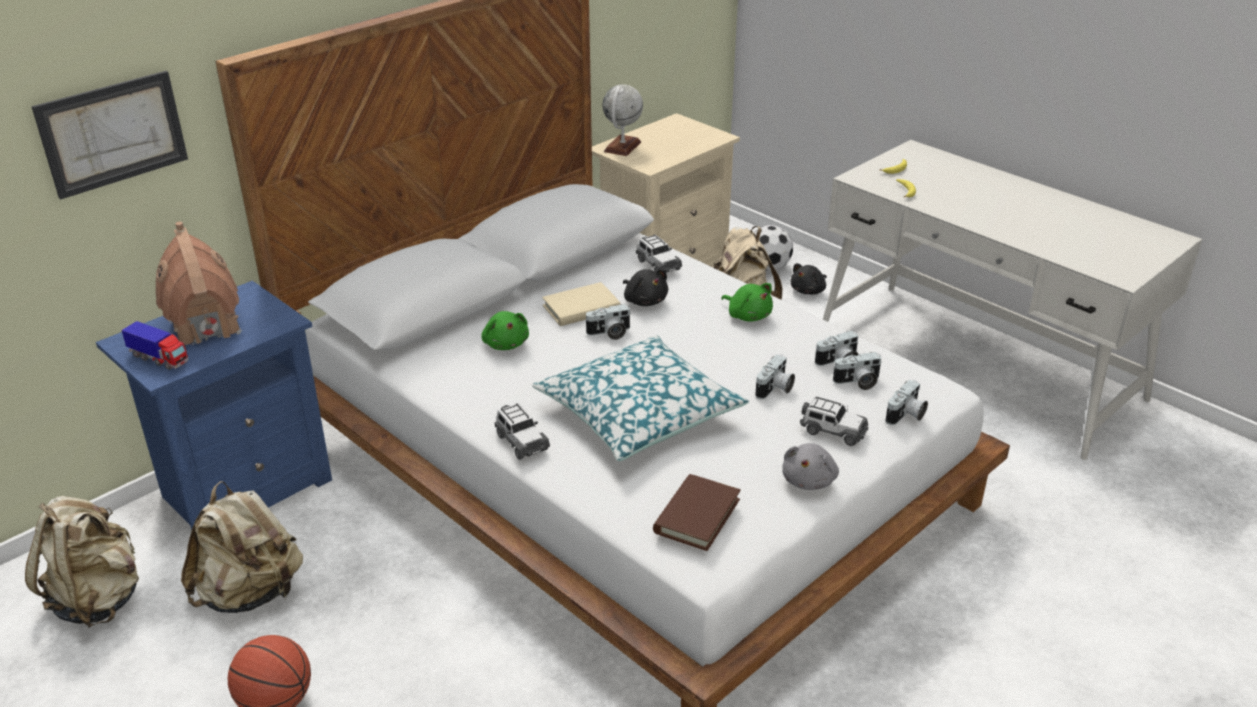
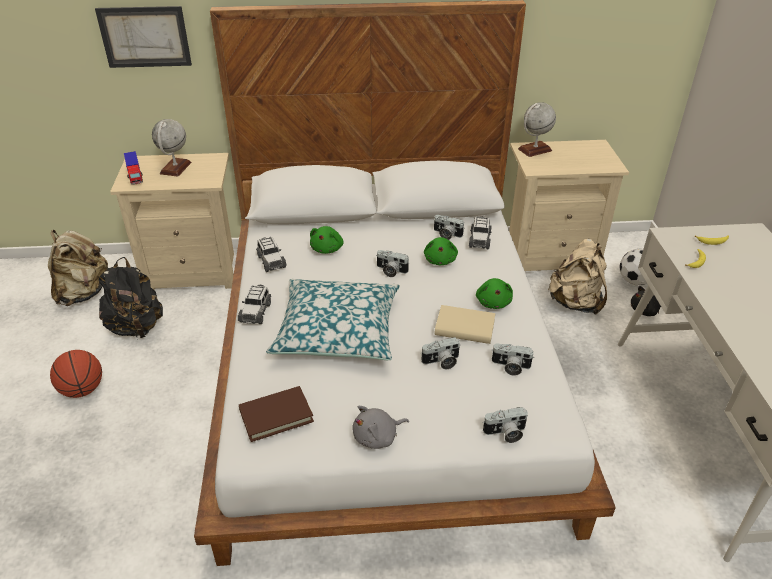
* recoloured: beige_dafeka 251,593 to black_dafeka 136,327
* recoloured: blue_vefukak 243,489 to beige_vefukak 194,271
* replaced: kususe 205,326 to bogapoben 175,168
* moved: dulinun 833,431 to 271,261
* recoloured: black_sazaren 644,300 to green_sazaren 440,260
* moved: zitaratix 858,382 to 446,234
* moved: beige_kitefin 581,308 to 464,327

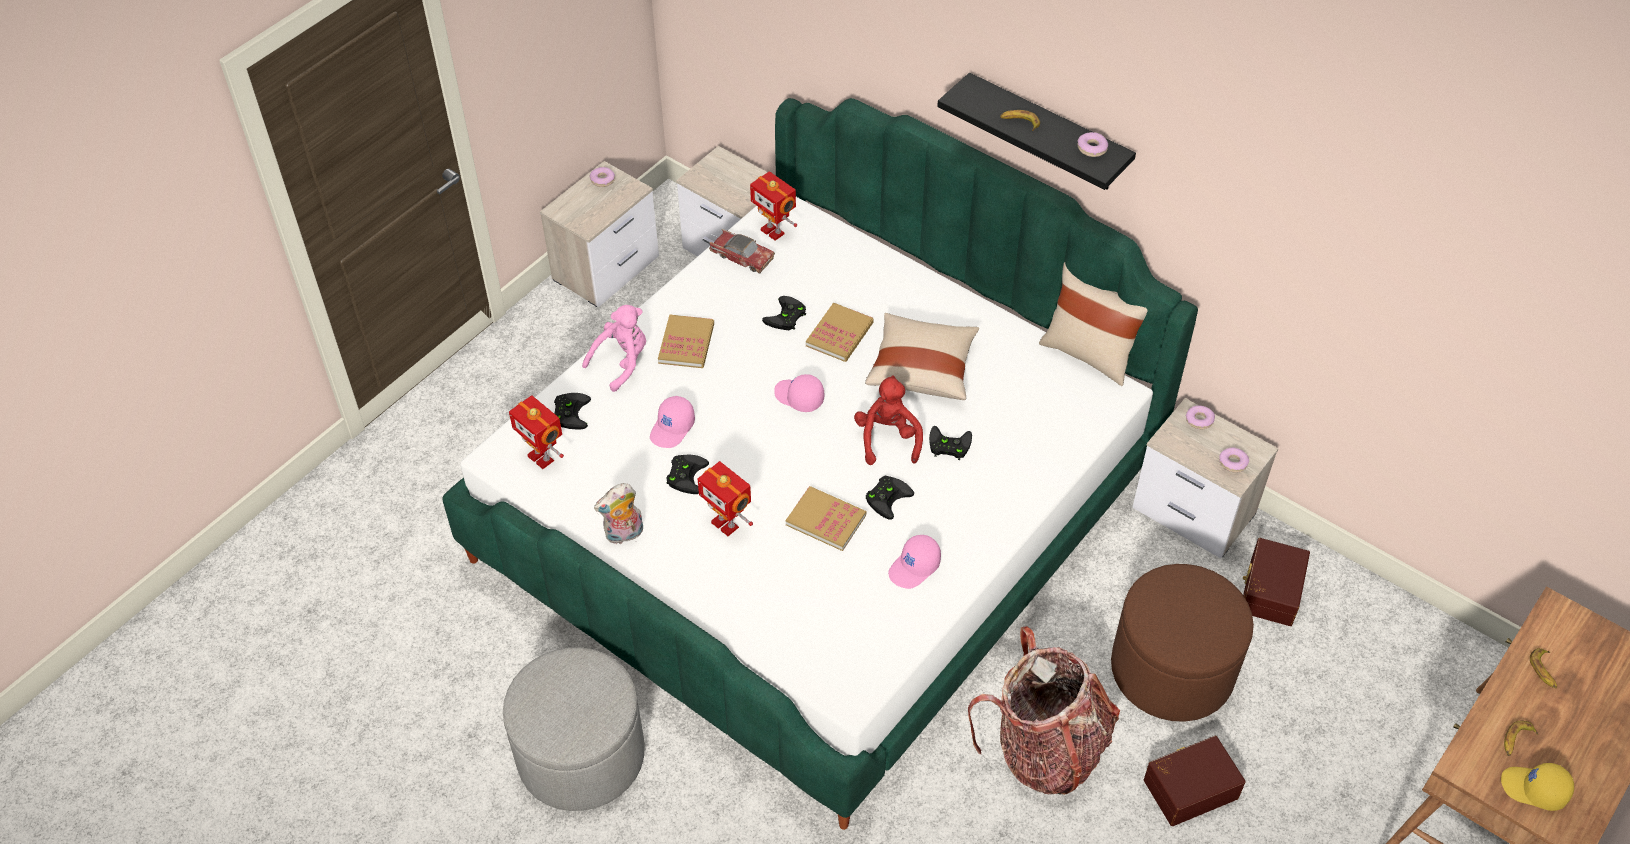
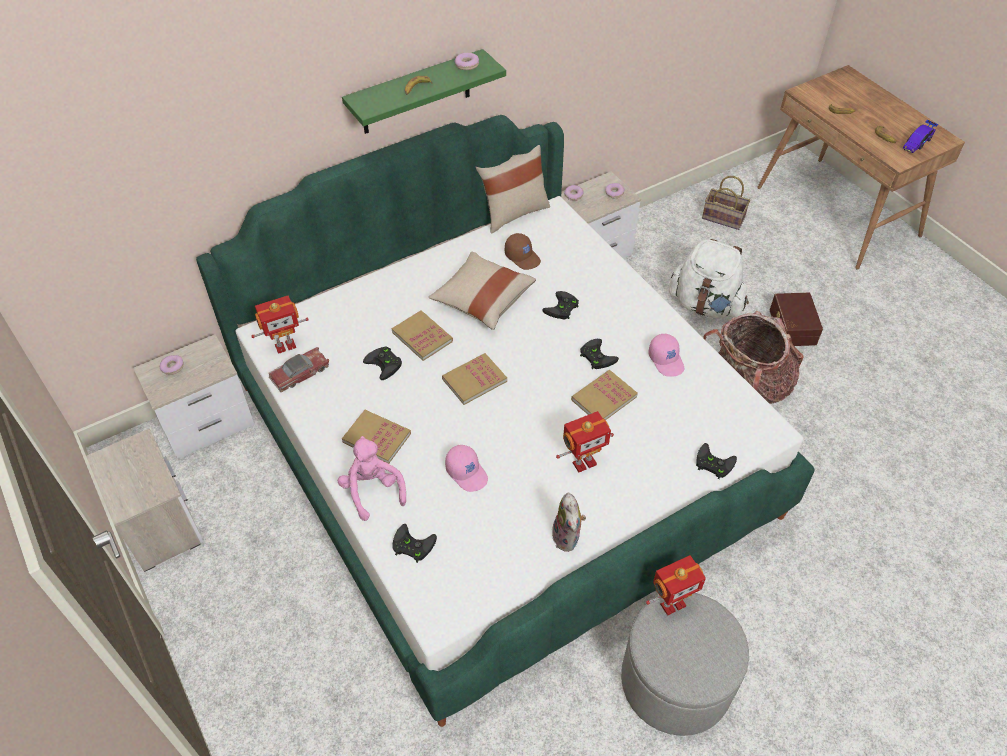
* moved: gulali 602,180 to 172,367
* recoloured: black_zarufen 1047,134 to green_zarufen 416,93
* replaced: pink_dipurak 798,397 to kitefin 474,380
* added: brown_dipurak 523,257
* moved: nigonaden 542,457 to 671,603
* replaced: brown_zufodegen 1172,669 to white_dafeka 705,305
* moved: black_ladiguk 685,474 to 712,463
* added: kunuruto 724,218
* replaced: yellow_dipurak 1534,790 to dulinun 917,142
* removed: red_sazaren 887,438
* removed: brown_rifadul 1269,590

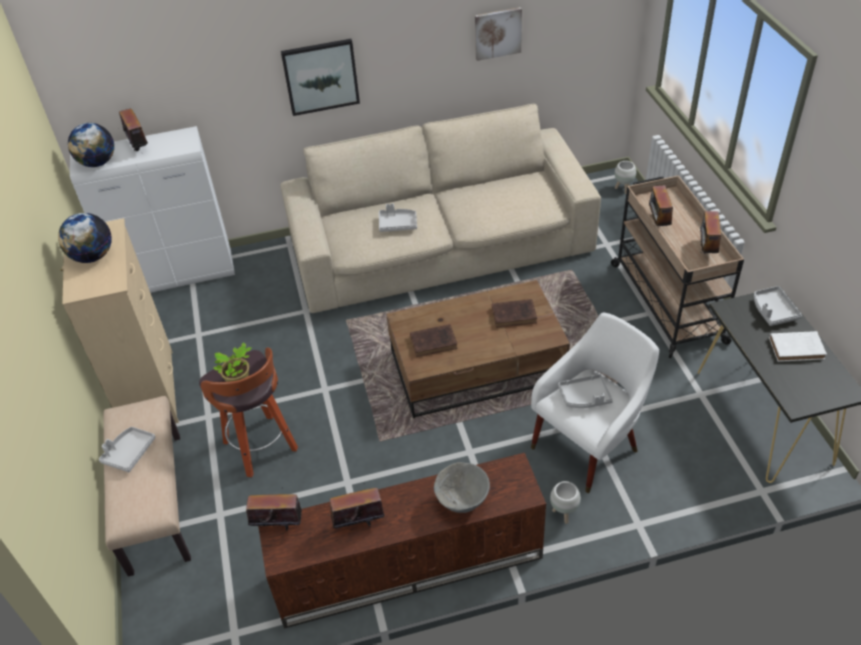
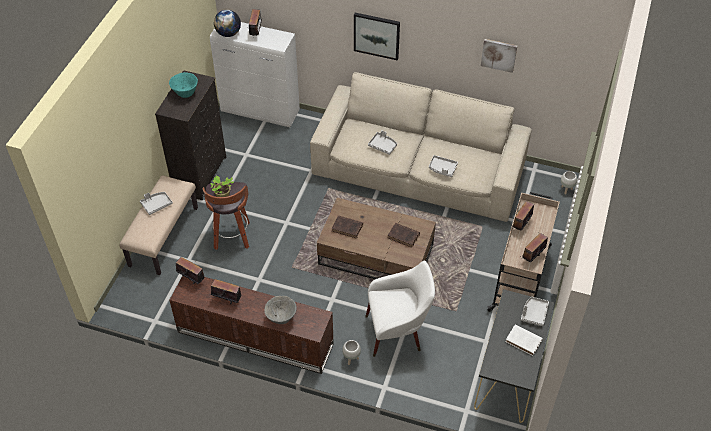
* recoloured: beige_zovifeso 150,390 to black_zovifeso 201,174
* replaced: bogapoben 92,256 to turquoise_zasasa 185,93
* moved: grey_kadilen 585,397 to 442,169

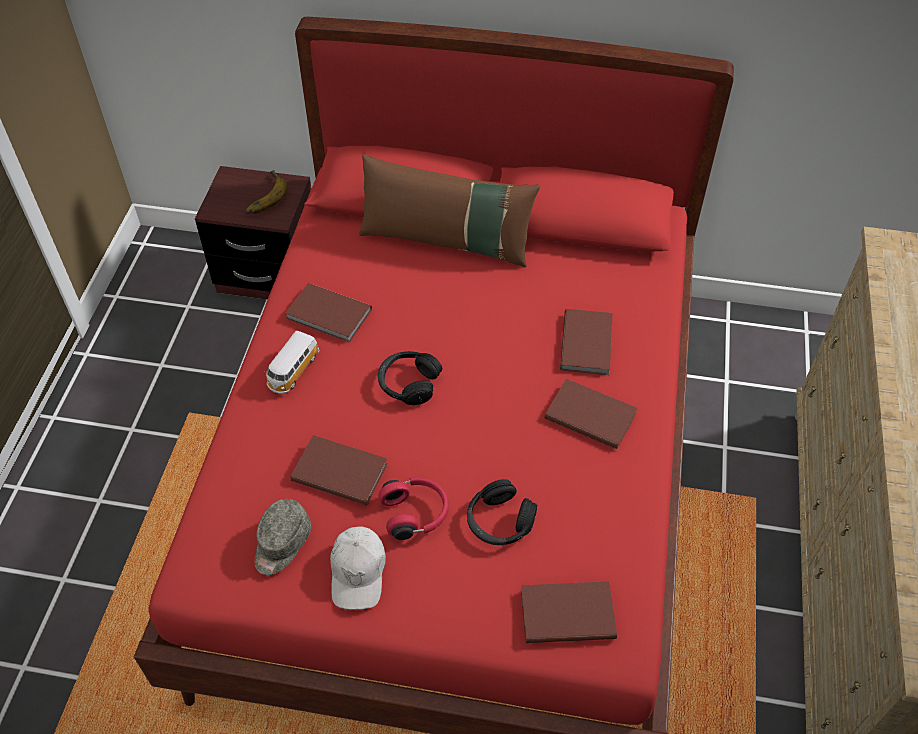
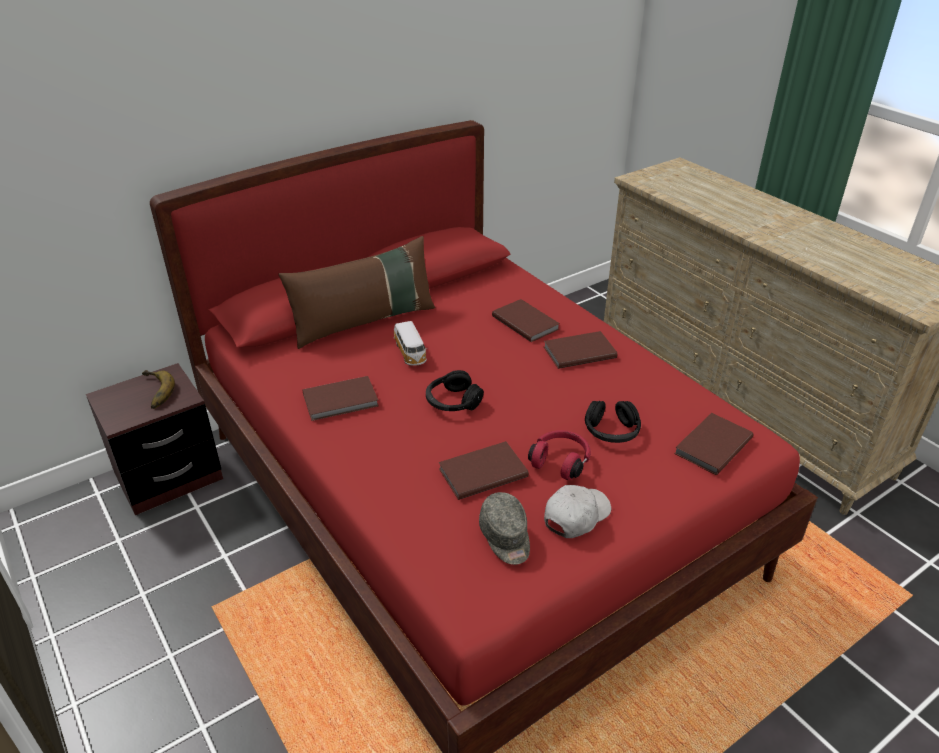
* moved: dulinun 293,371 to 410,353
* turned: white_dipurak 358,572 = 576,516 90 degrees counterclockwise

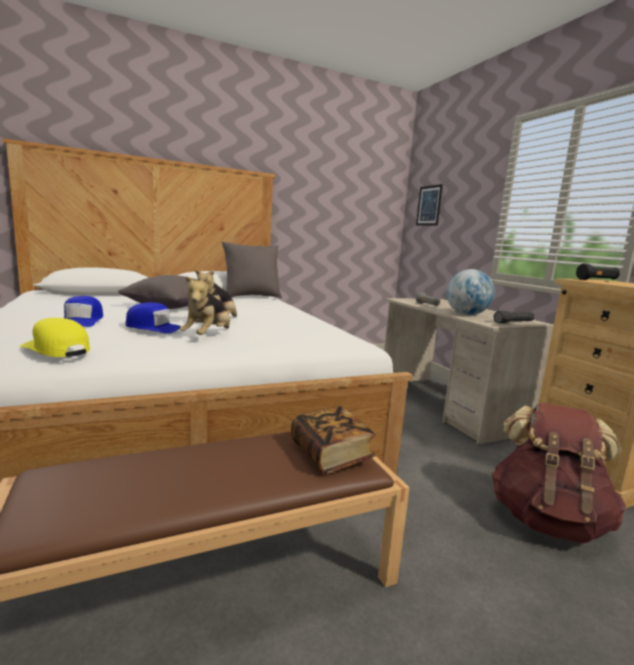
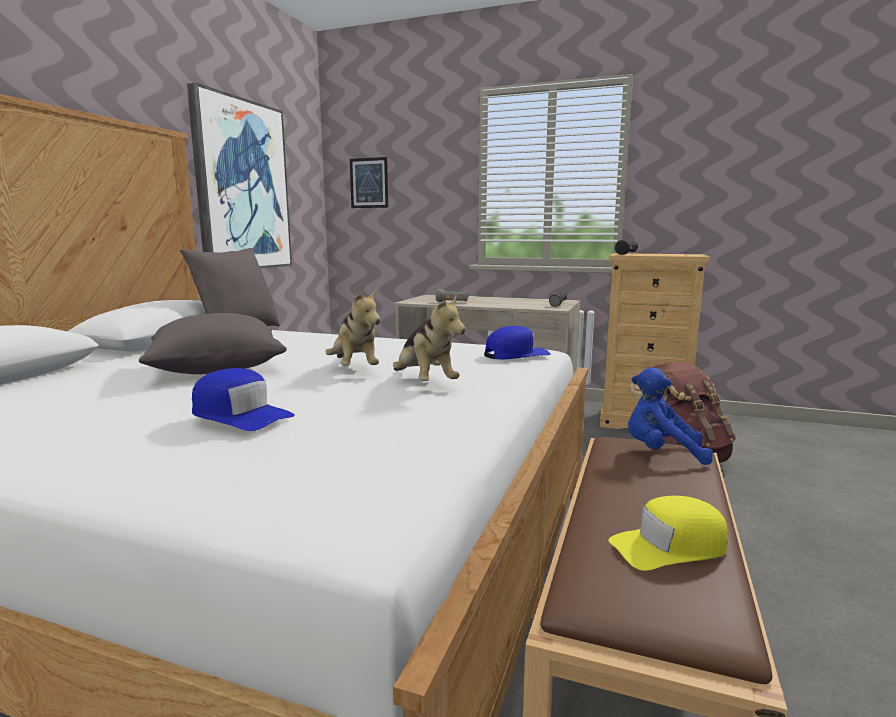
* added: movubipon 242,186
* moved: blue_dipurak 154,327 to 516,355
* moved: yellow_dipurak 56,349 to 669,547
* replaced: kitefin 330,454 to blue_sazaren 661,453
* removed: bogapoben 466,314

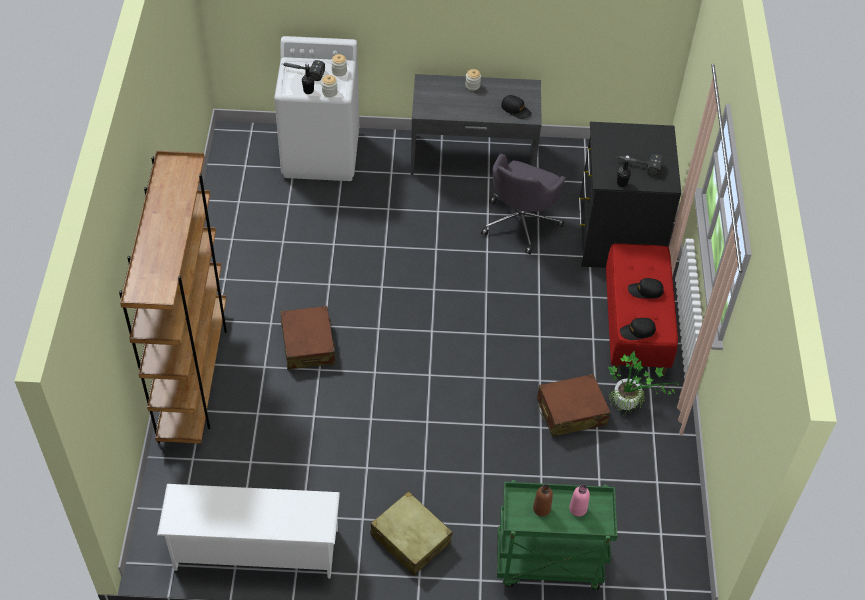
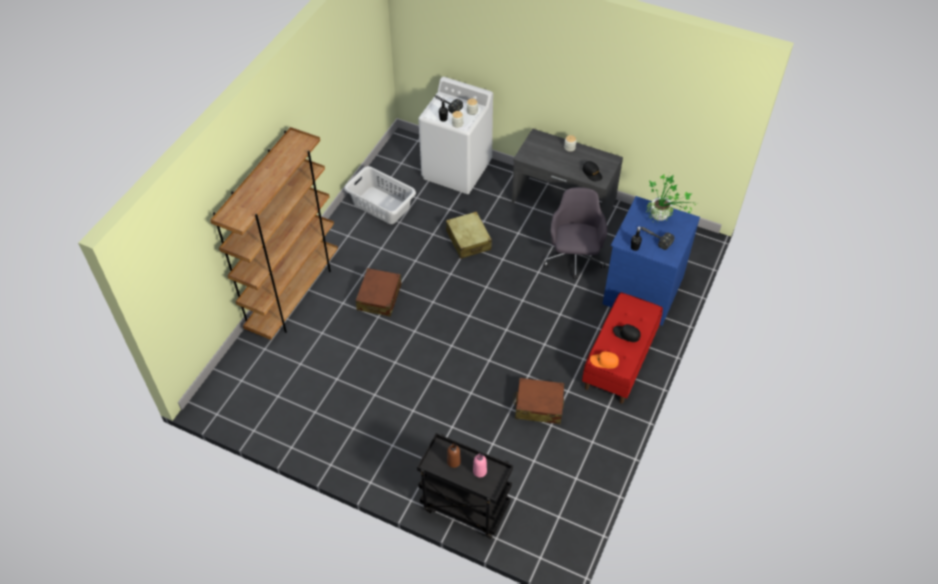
* added: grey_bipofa 381,206
* recoloured: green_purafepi 547,564 to black_purafepi 464,507
* moved: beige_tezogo 410,539 to 468,240
* turned: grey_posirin 521,222 = 574,258 135 degrees clockwise
* recoloured: black_dipurak 637,331 to orange_dipurak 604,361
* recoloured: black_zovifeso 617,235 to blue_zovifeso 642,289
* moved: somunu 630,403 to 663,218
* removed: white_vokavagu 255,550

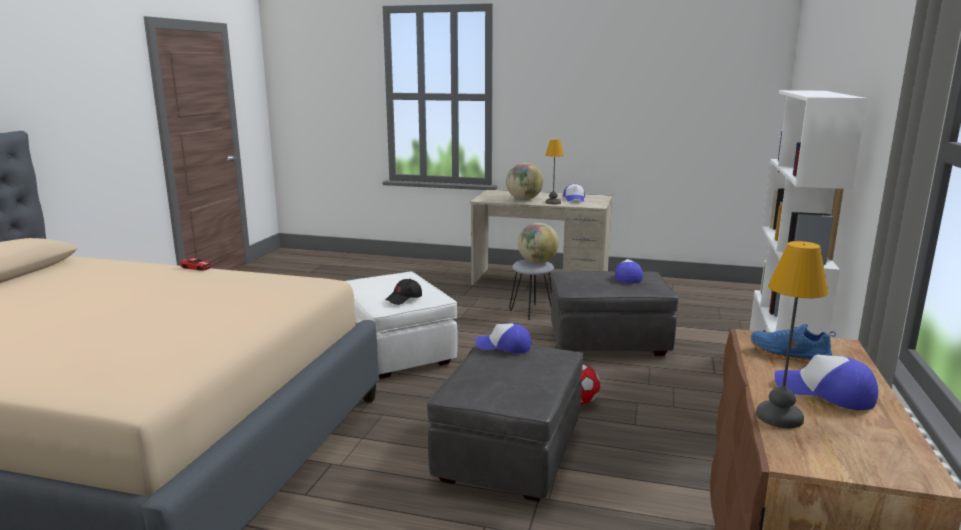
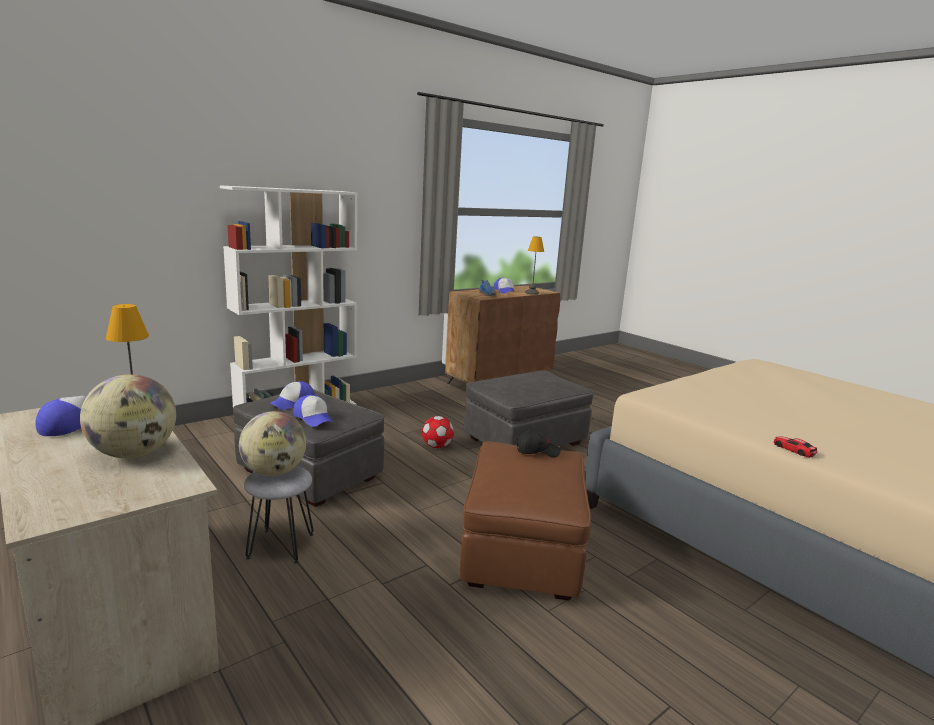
* moved: dipurak 504,346 to 313,418
* recoloured: white_zufodegen 397,352 to brown_zufodegen 521,552

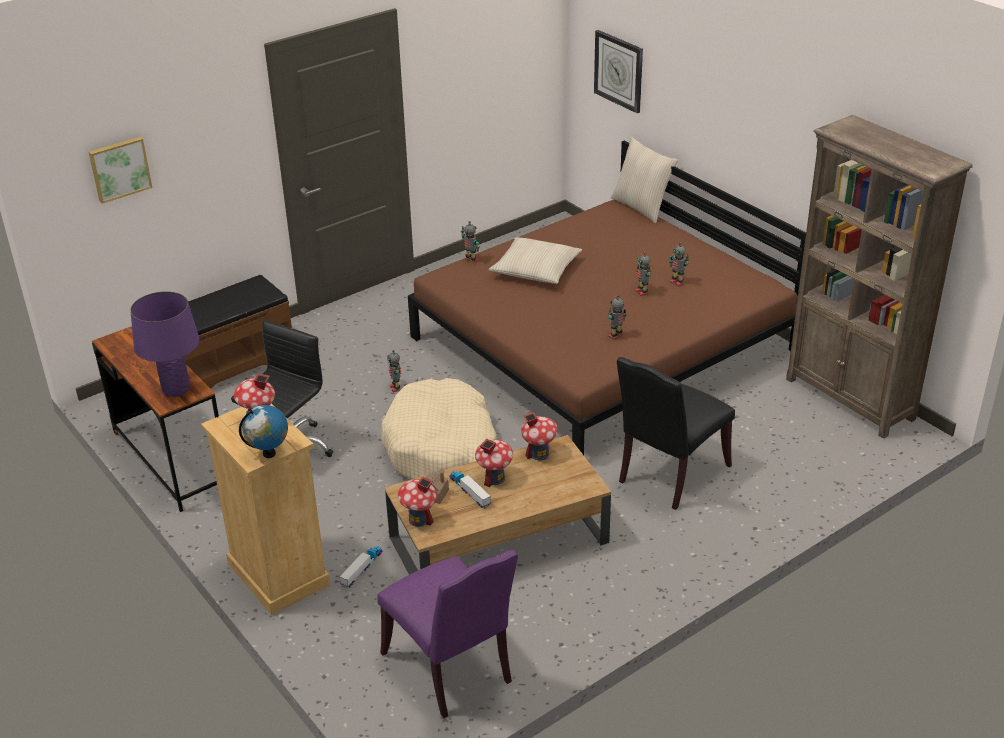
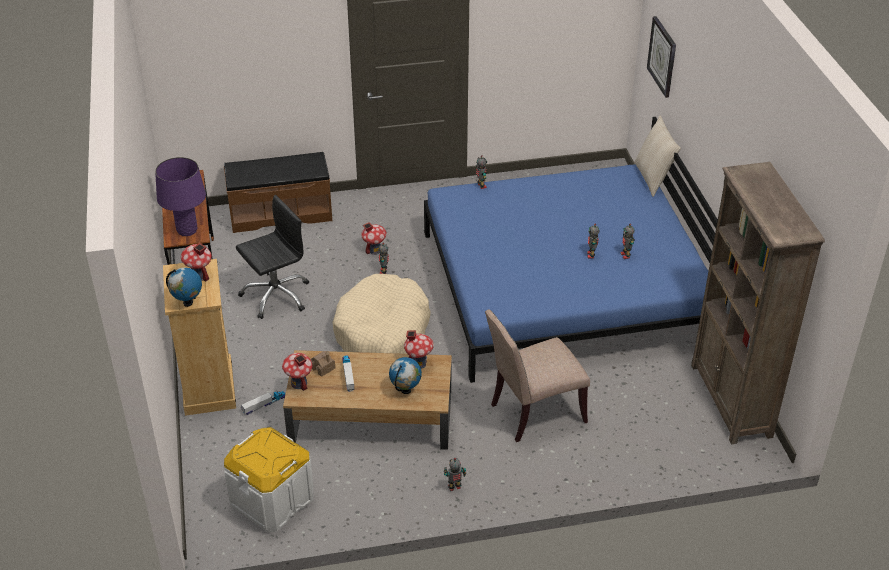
* replaced: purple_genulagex 452,669 to white_rifadul 272,500
* moved: kususe 494,478 to 374,250
* added: bogapoben 405,390
* recoloured: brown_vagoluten 603,345 to blue_vagoluten 565,287
* moved: nigonaden 616,336 to 454,488
* recoloured: black_genulagex 669,475 to beige_genulagex 533,413
* removed: movubipon 119,169
* removed: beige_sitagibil 535,269

